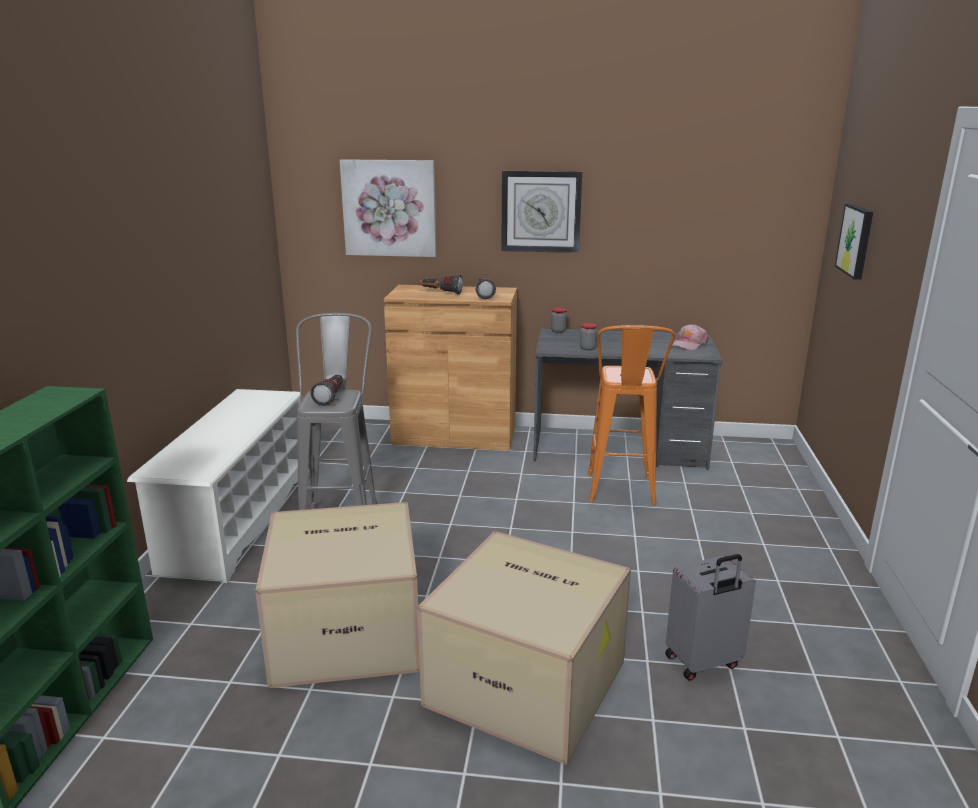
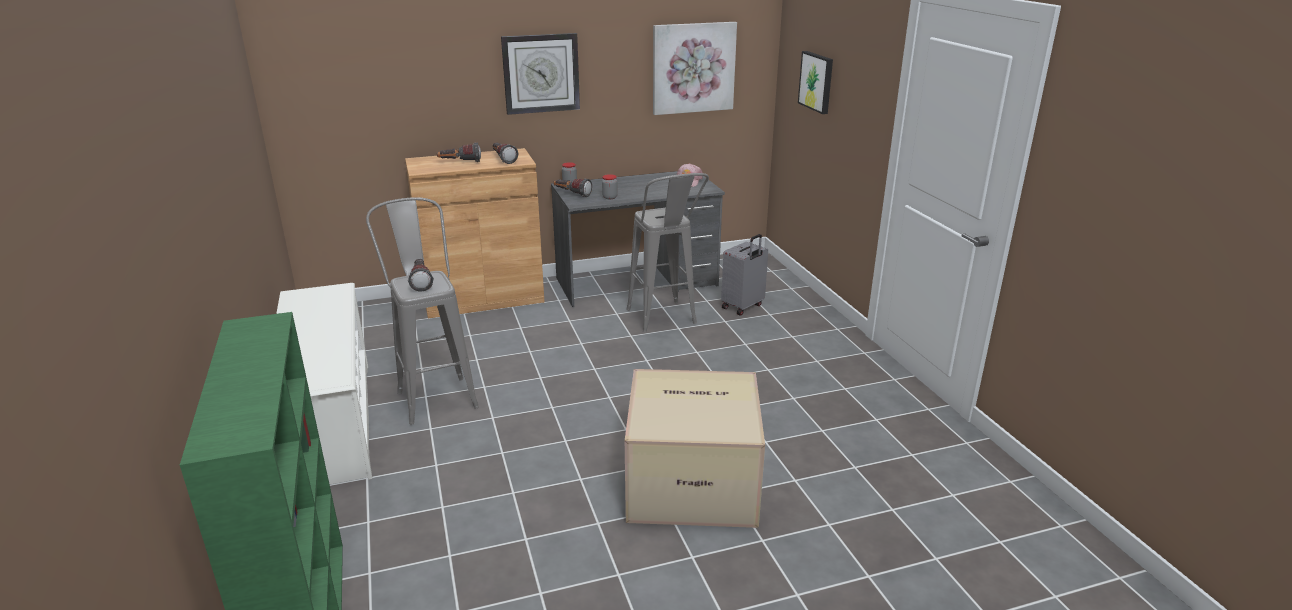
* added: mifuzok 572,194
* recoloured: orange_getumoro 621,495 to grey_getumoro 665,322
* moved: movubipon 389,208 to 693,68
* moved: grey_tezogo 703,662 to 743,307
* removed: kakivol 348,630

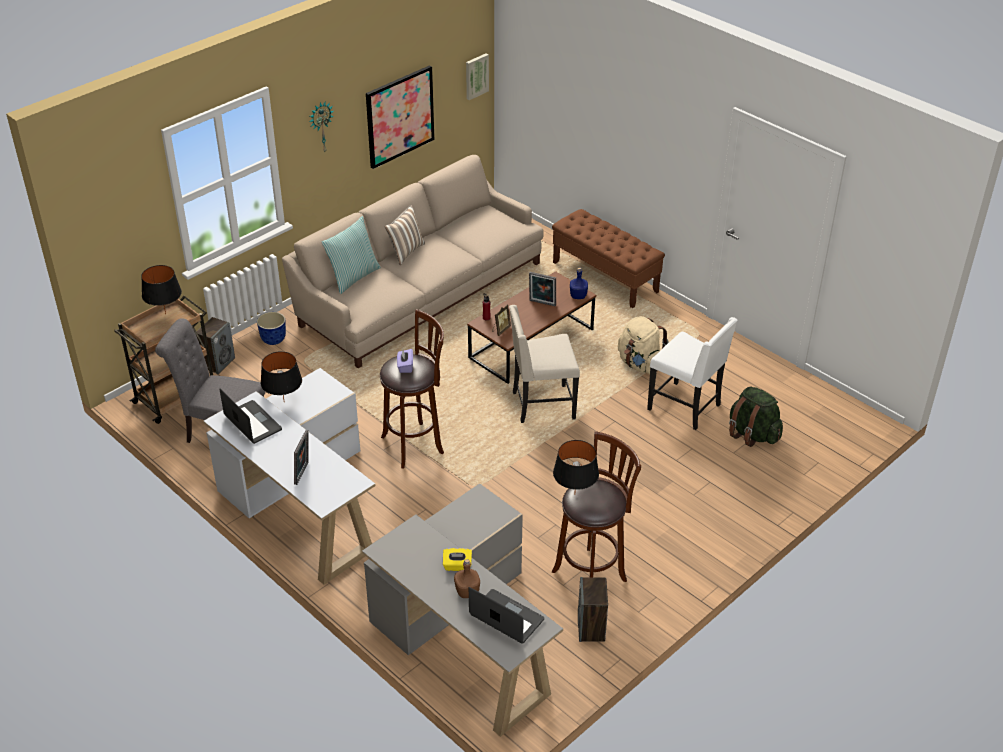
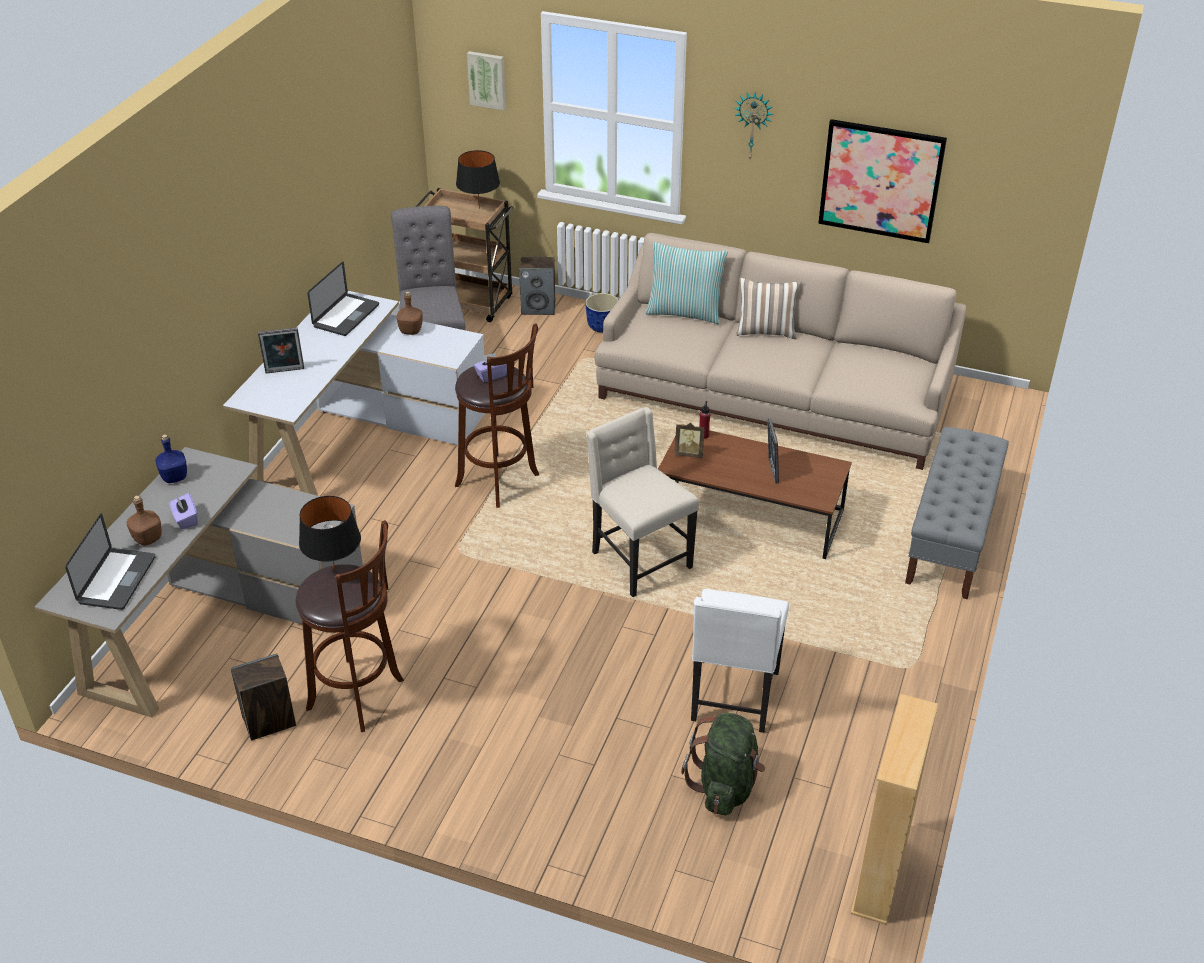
* moved: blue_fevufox 578,296 to 175,477
* recoloured: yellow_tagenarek 457,566 to purple_tagenarek 186,519
* replaced: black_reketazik 284,402 to brown_fevufox 411,331
* moved: movubipon 476,76 to 487,80
* added: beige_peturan 880,876
* recoloured: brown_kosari 605,277 to grey_kosari 950,538
* removed: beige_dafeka 640,364

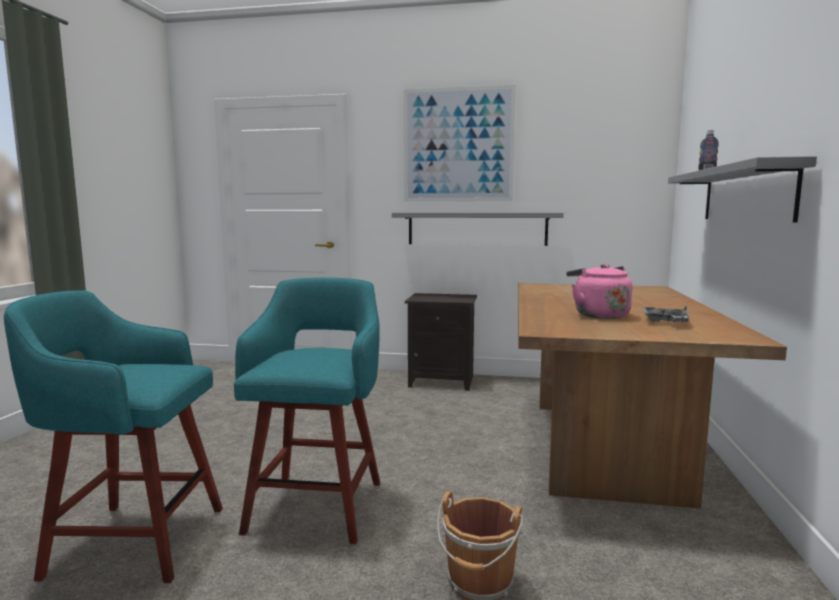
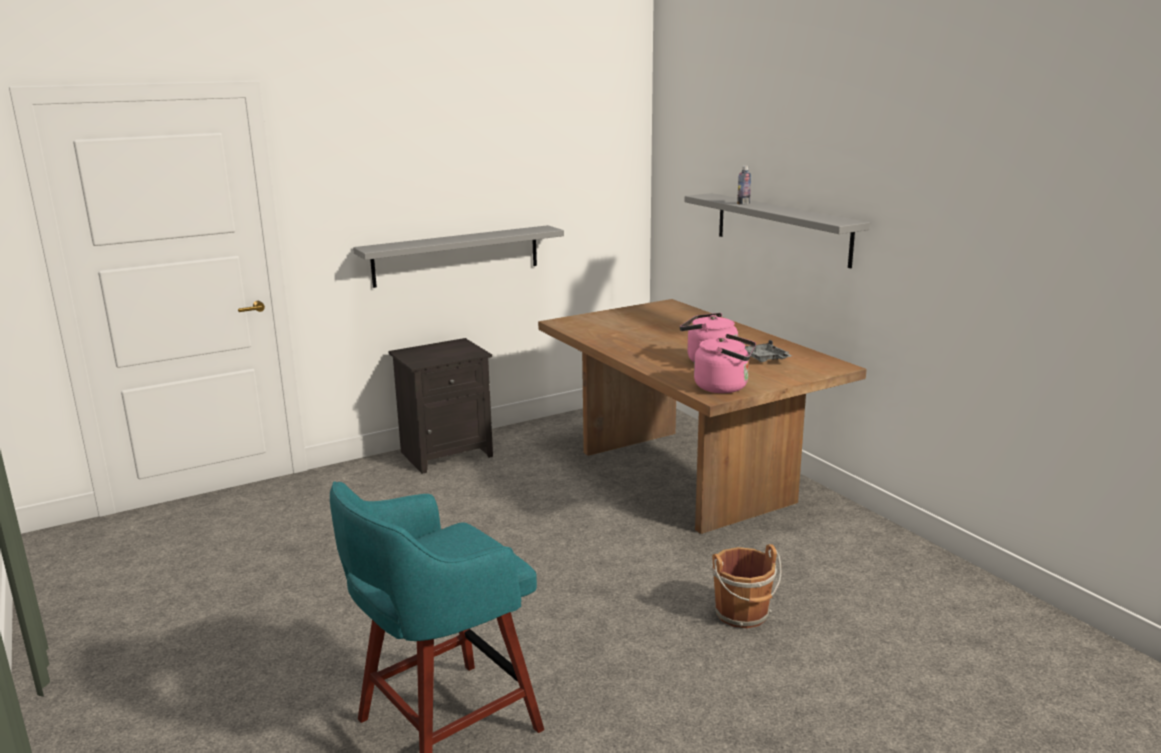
* added: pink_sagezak 725,387
* removed: turquoise_getumoro 318,504
* removed: movubipon 458,145

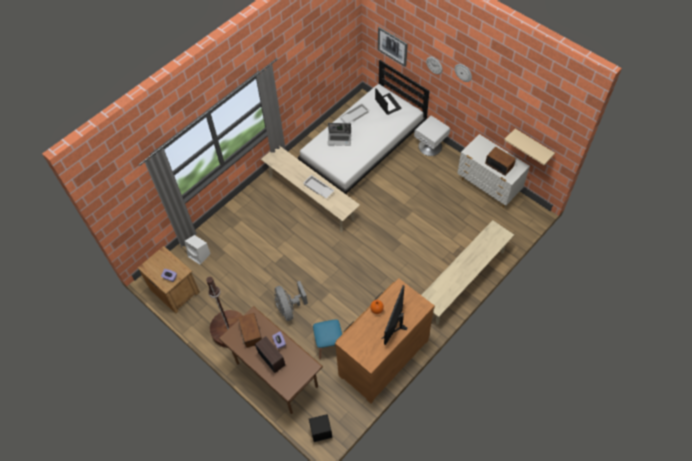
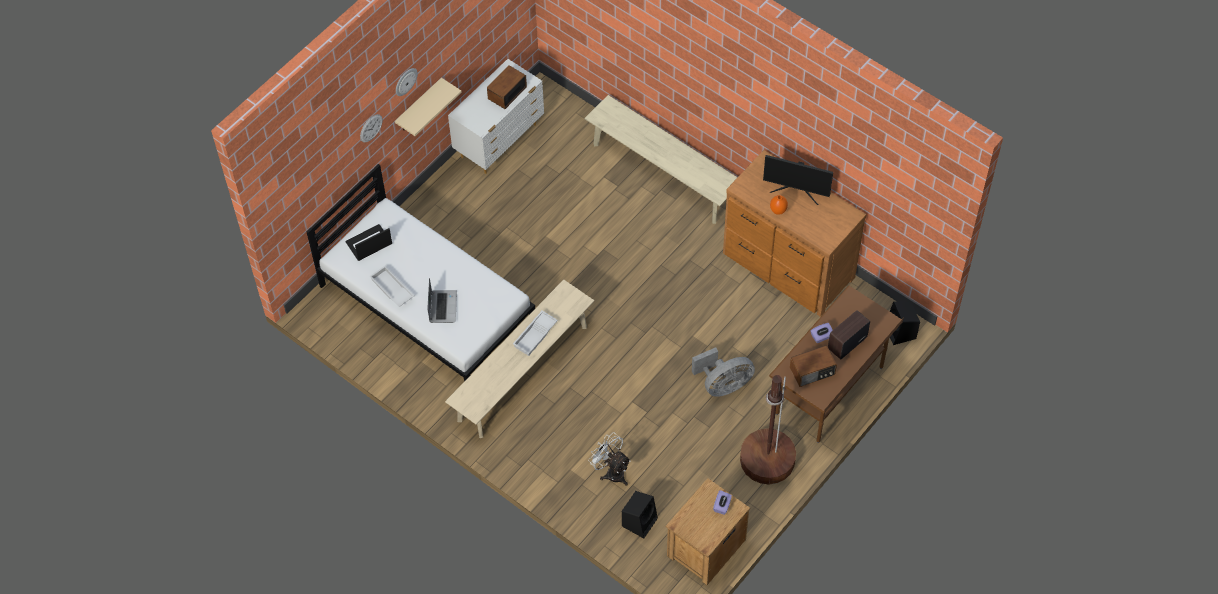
* moved: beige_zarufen 533,145 to 419,106
* added: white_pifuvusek 611,472
* recoloured: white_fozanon 200,255 to black_fozanon 640,521
* removed: blue_getumoro 329,345
* removed: movubipon 392,46
* removed: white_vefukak 430,146

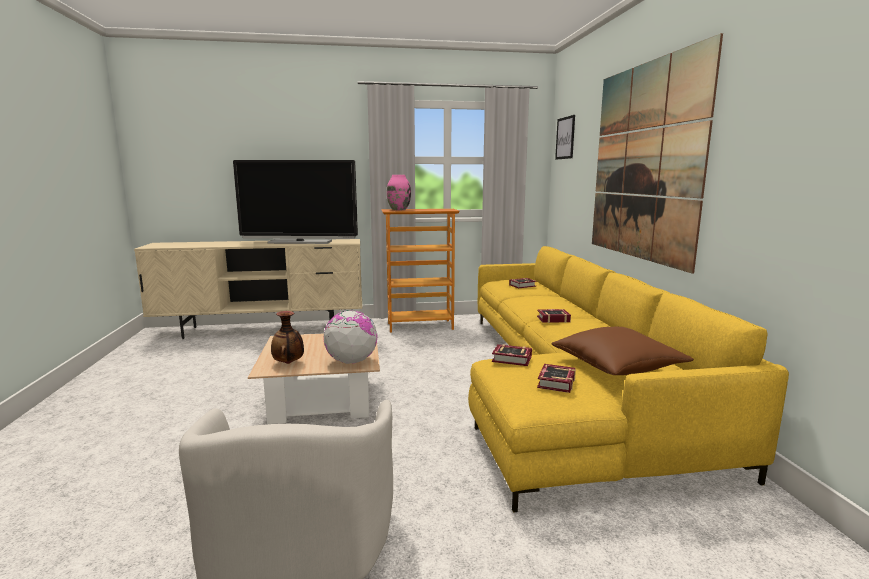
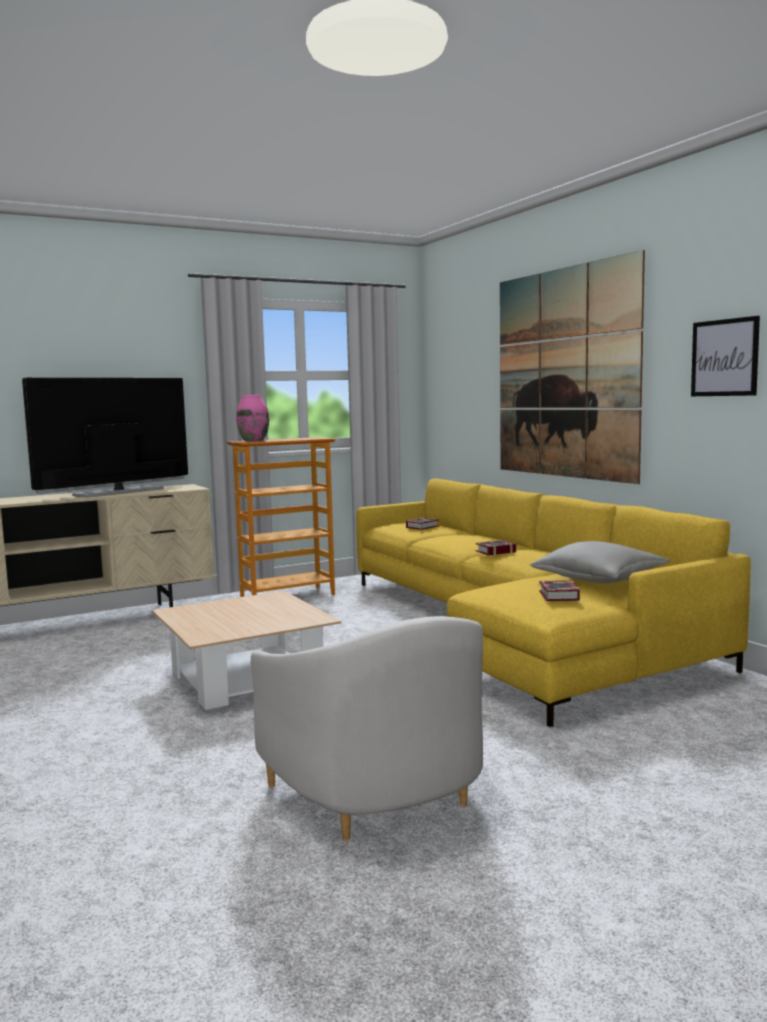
* turned: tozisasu 300,242 = 118,492 150 degrees clockwise
* recoloured: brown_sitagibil 617,366 to grey_sitagibil 599,579
* moved: movubipon 565,138 to 724,357
* removed: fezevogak 289,363
* removed: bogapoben 351,361
* removed: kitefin 513,360

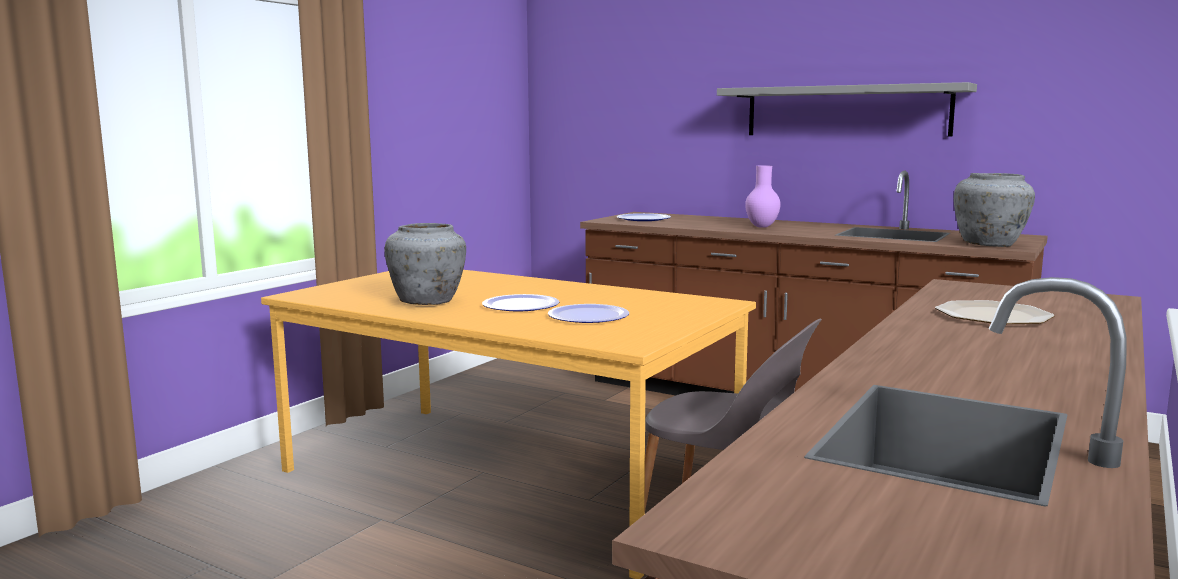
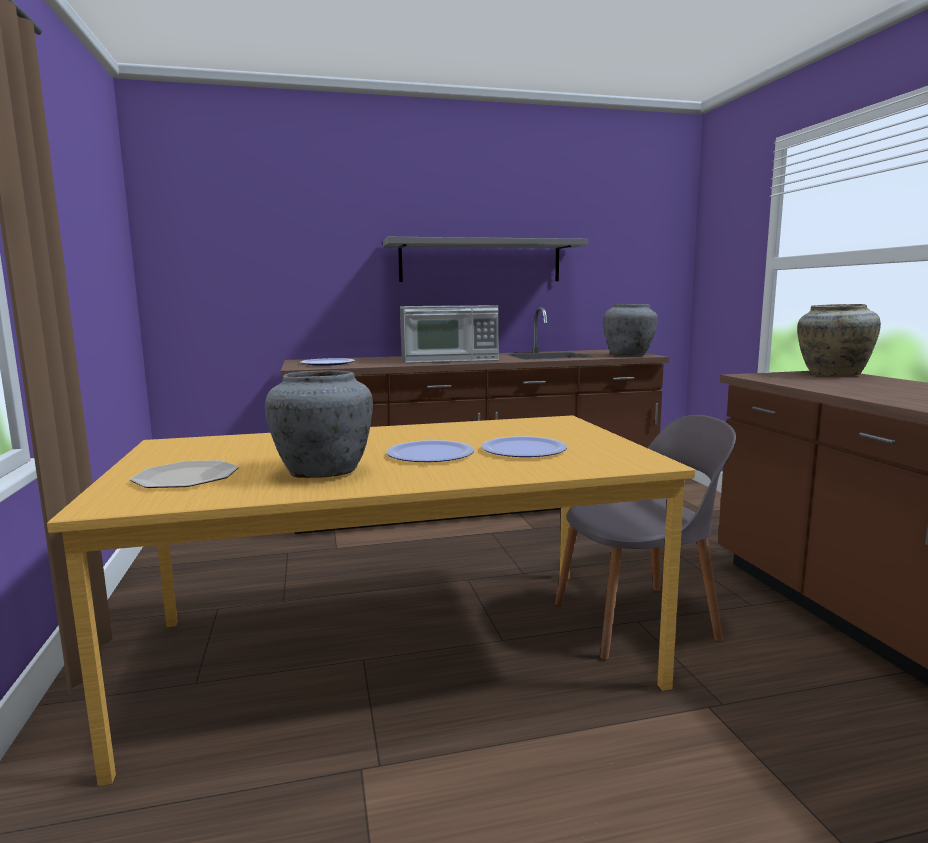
* moved: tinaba 992,316 to 185,477
* replaced: purple_fezevogak 762,226 to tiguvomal 449,359
* added: beige_fezevogak 831,374

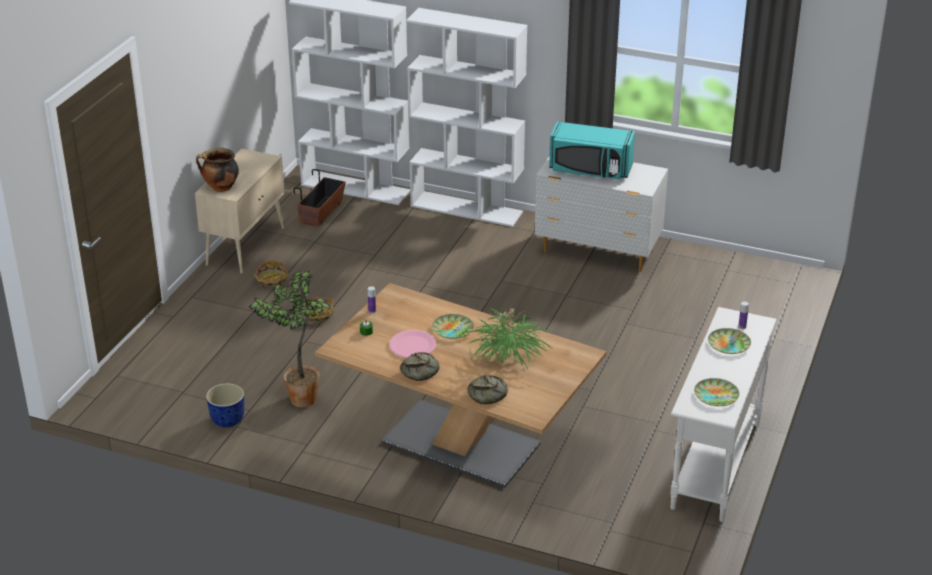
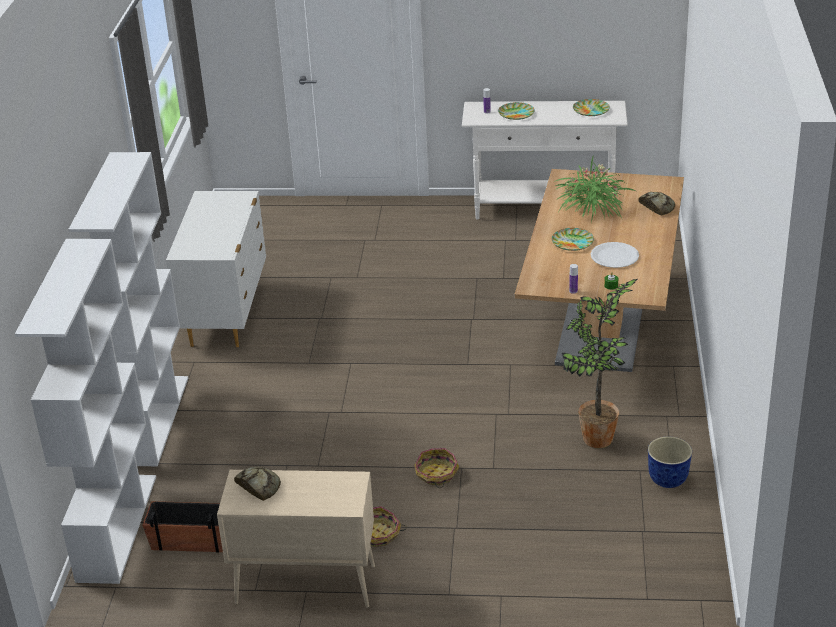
* moved: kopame 421,371 to 258,486
* recoloured: pink_tinaba 412,345 to white_tinaba 614,256
* removed: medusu 220,188
* removed: turquoise_tiguvomal 590,170

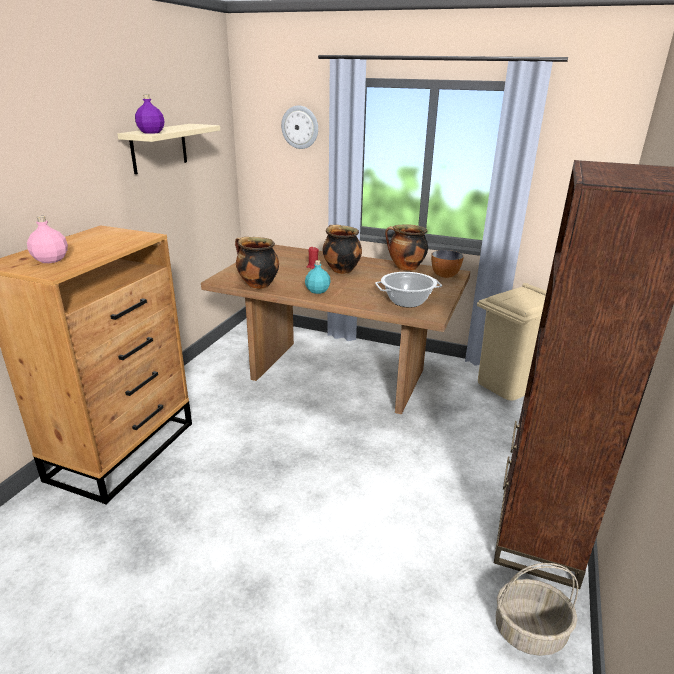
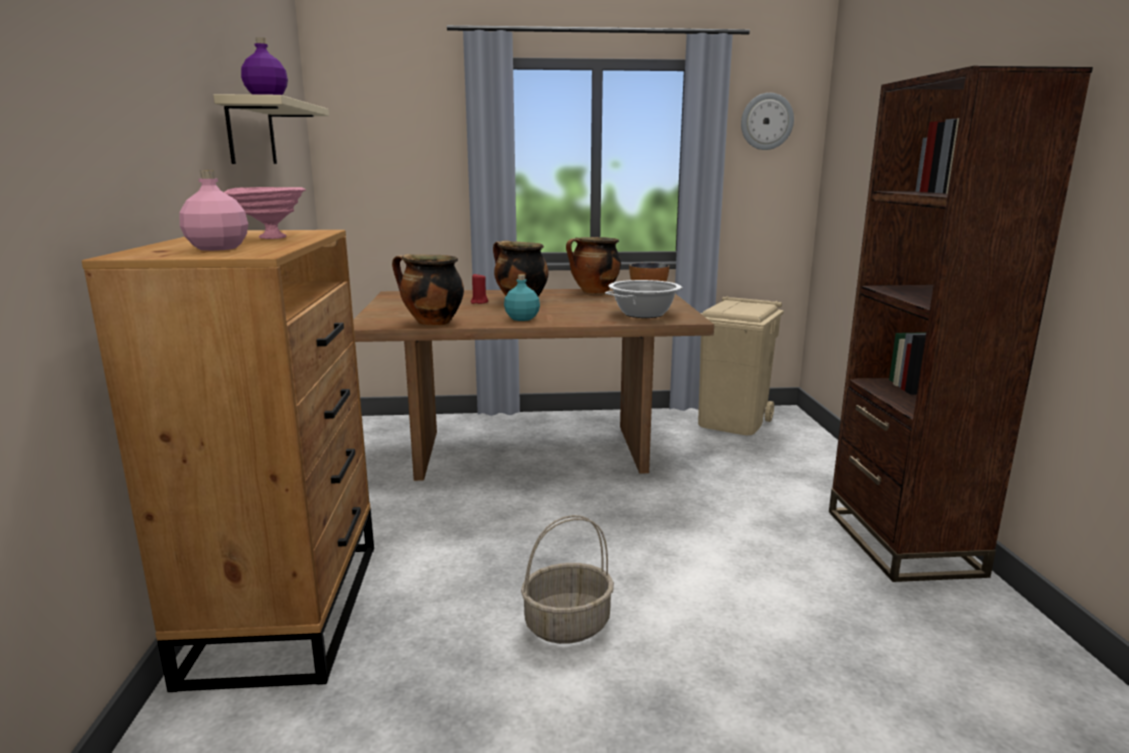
* added: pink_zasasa 271,238
* moved: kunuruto 530,630 to 568,624
* moved: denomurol 300,127 to 766,121

